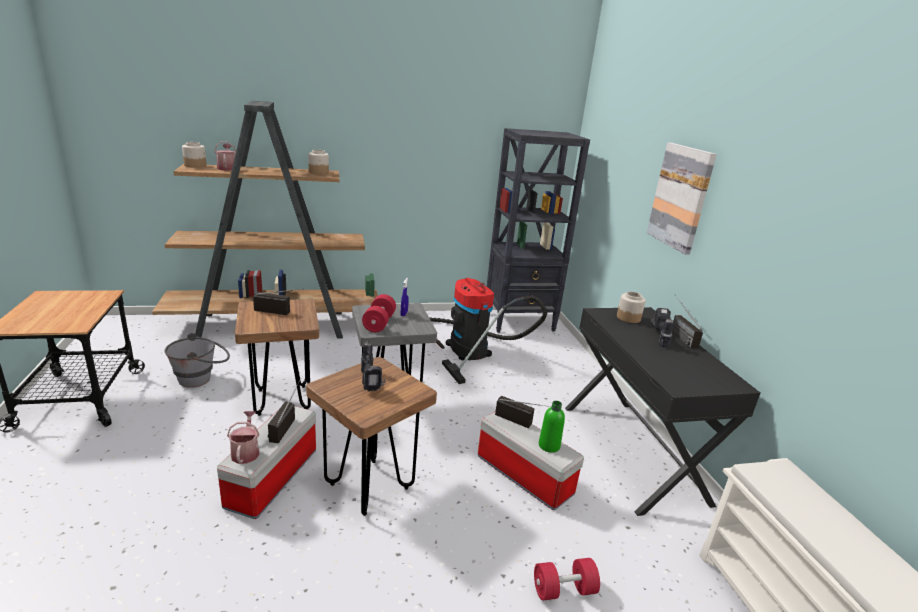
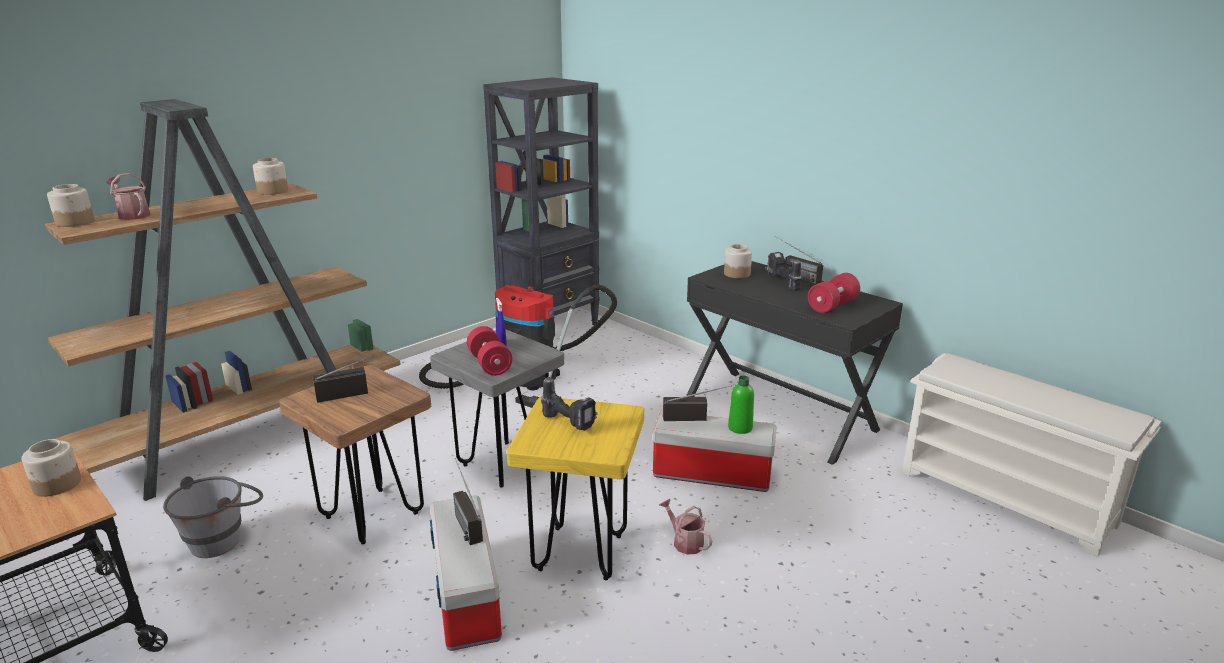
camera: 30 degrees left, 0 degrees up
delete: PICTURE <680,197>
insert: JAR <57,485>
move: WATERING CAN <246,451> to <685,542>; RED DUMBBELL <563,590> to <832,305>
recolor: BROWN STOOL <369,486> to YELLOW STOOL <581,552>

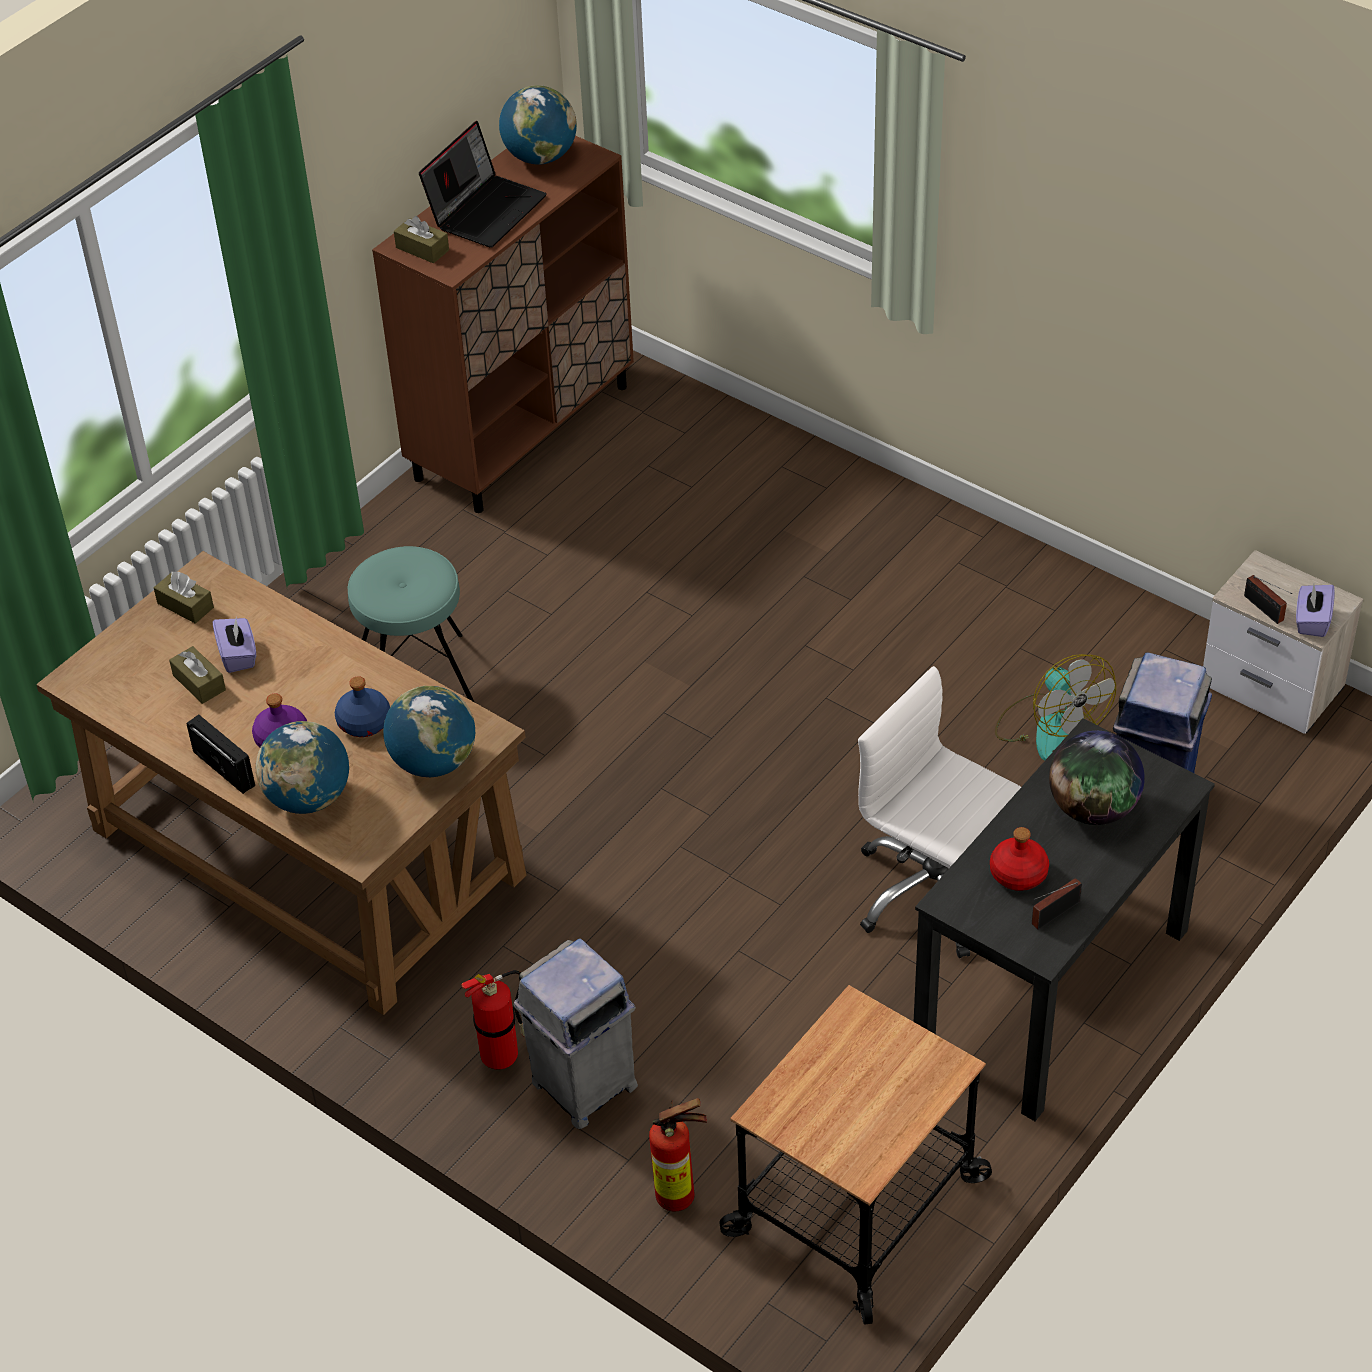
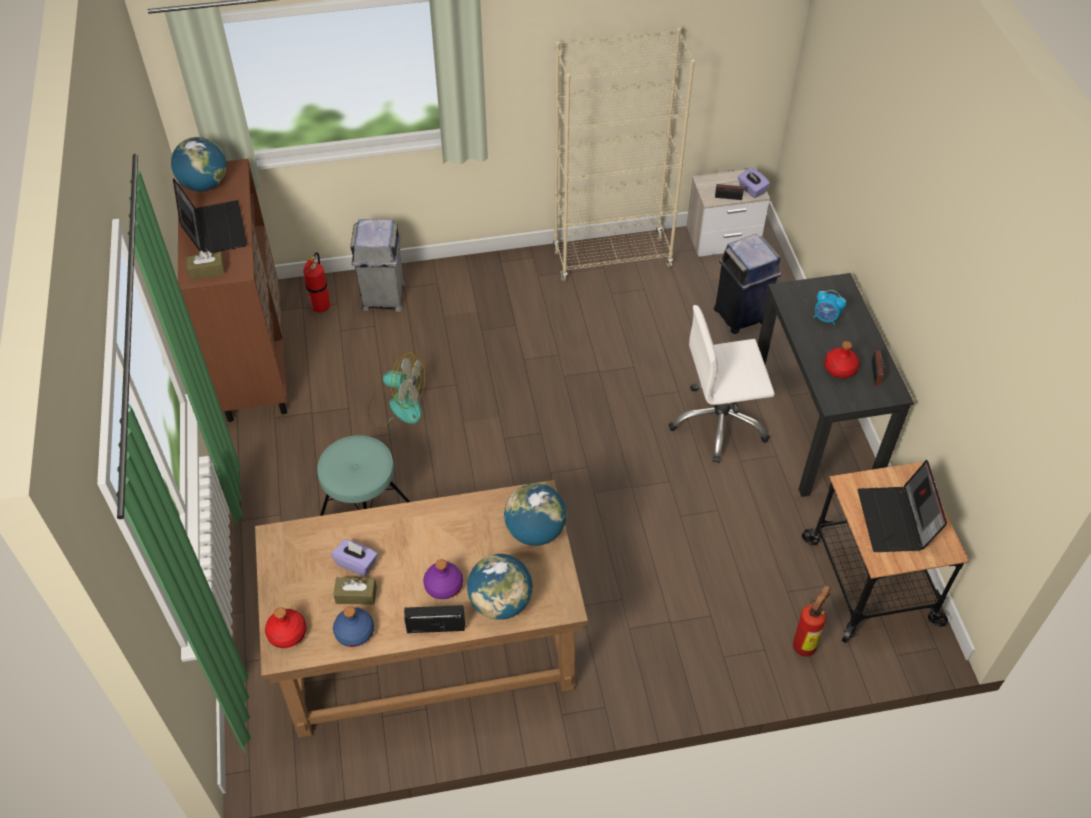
camera: 50 degrees left, 5 degrees up
delete: BROWN TISSUE BOX <185,605>
insert: RED BOTTLE <287,633>; BEIGE BOOKCASE <612,259>; LAPTOP <896,521>
move: BLUE BOTTLE <364,723> to <355,632>; FIRE EXTINGUISHER <504,1056> to <322,306>; GREY TRASH CAN <582,1086> to <383,298>; FAN <1050,728> to <397,406>
replace: GLOBE <1093,808> to ALARM CLOCK <826,318>

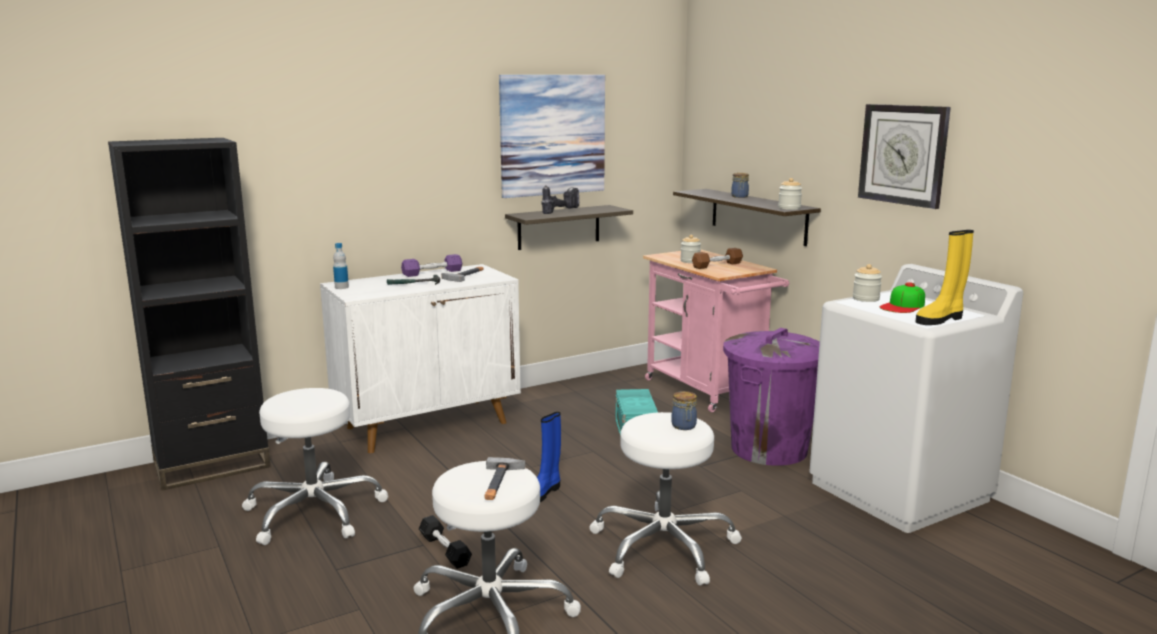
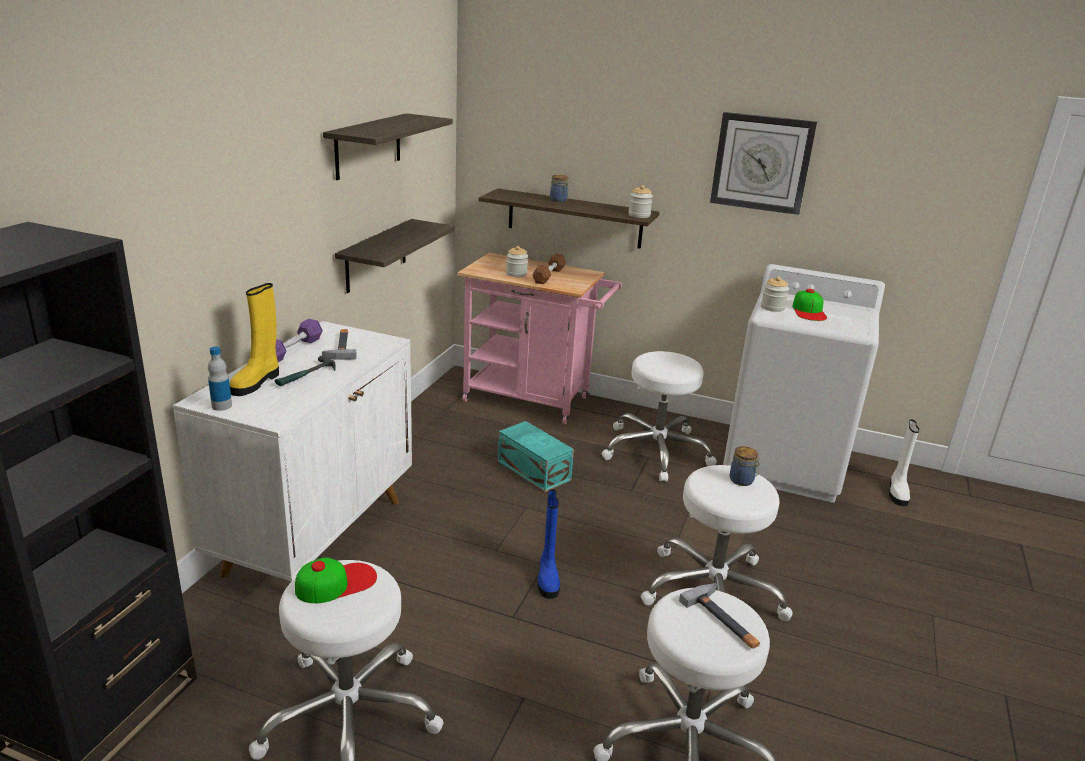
camera: 40 degrees left, 10 degrees up
delete: BLACK DUMBBELL <444,550>; POWER DRILL <560,211>
insert: CAP <336,583>; WHITE BOOT <897,492>
move: YELLOW BOOT <940,319> to <256,382>
replace: PICTURE <552,135> to SHELF <368,145>; PURPLE TRASH CAN <769,449> to WHITE STOOL <656,451>

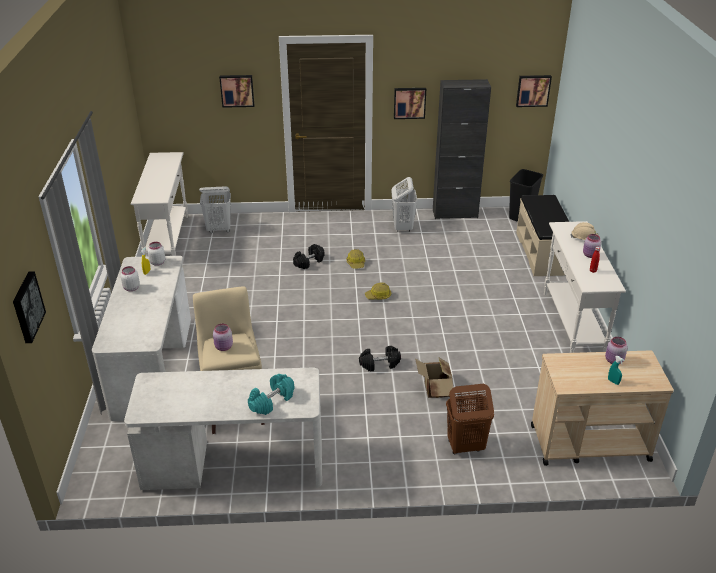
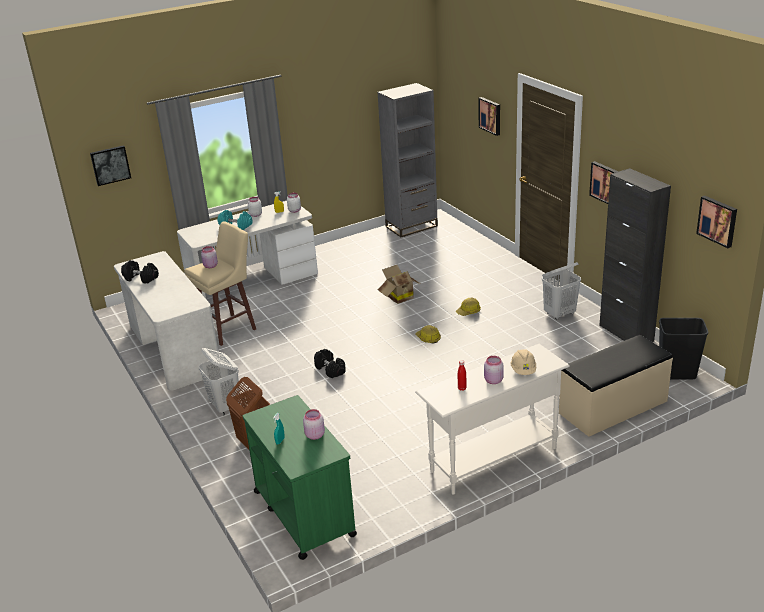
camera: 65 degrees right, 5 degrees down
move: WHITE LAUNDRY BASKET <219,229> to <225,406>; TURQUOISE DUMBBELL <272,401> to <236,226>; BLACK DUMBBELL <309,262> to <141,278>; CARDBOARD BOX <435,391> to <398,297>
replace: WHITE CONSOLE TABLE <168,239> to GREY BOOKCASE <411,226>
recolor: BEIGE CART <588,443> to GREEN CART <303,512>

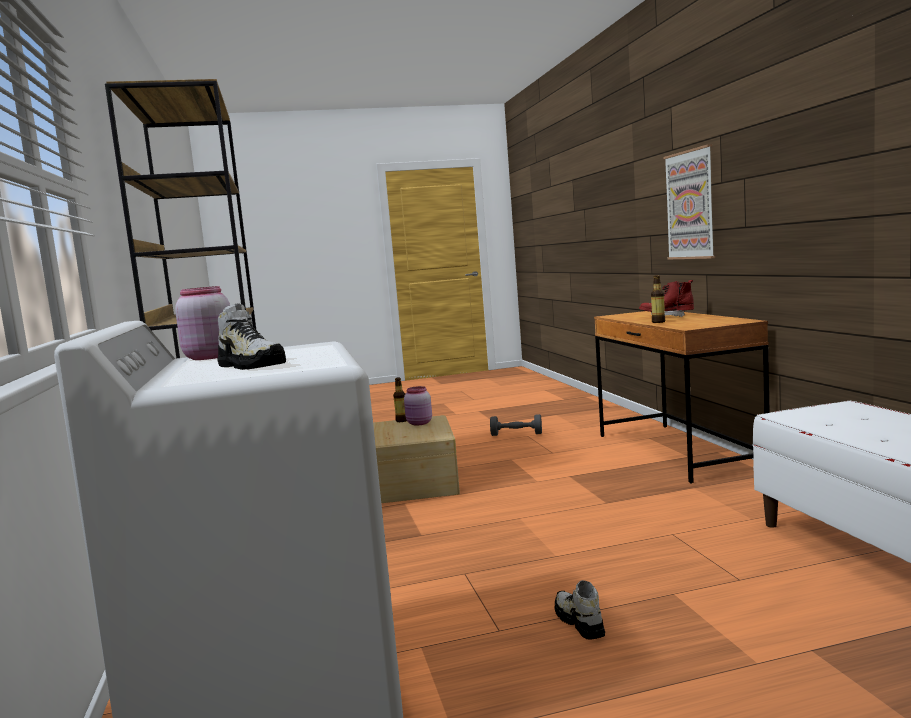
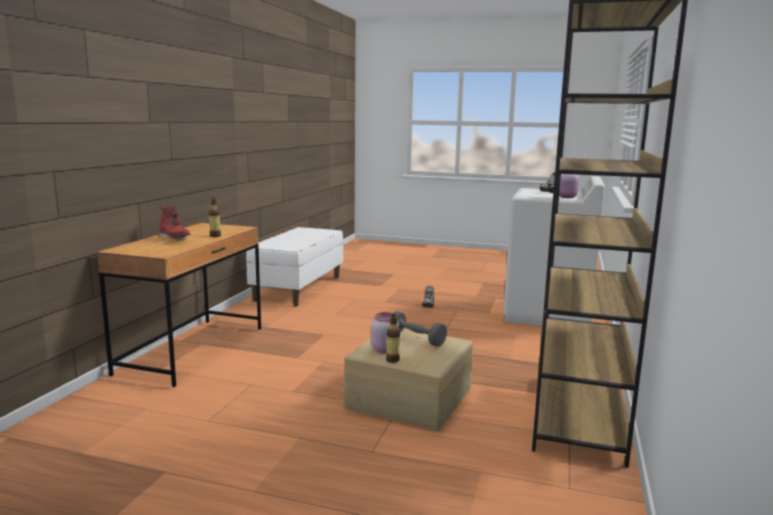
camera: 150 degrees left, 5 degrees up
delete: PICTURE <690,205>
move: GREY DUMBBELL <516,434> to <416,339>

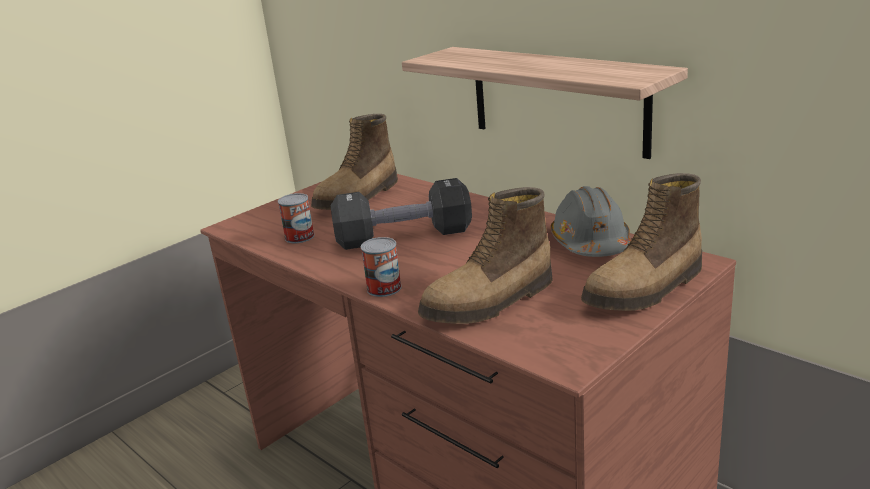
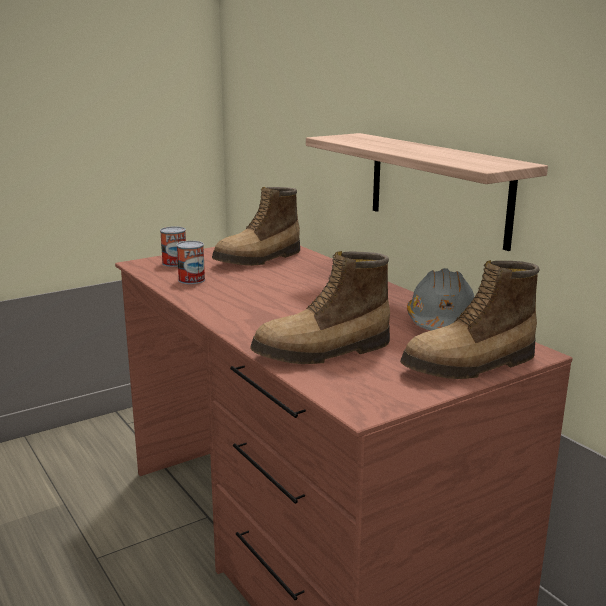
camera: 10 degrees right, 5 degrees down
delete: BLACK DUMBBELL <404,236>
move: CAN <384,288> to <174,263>

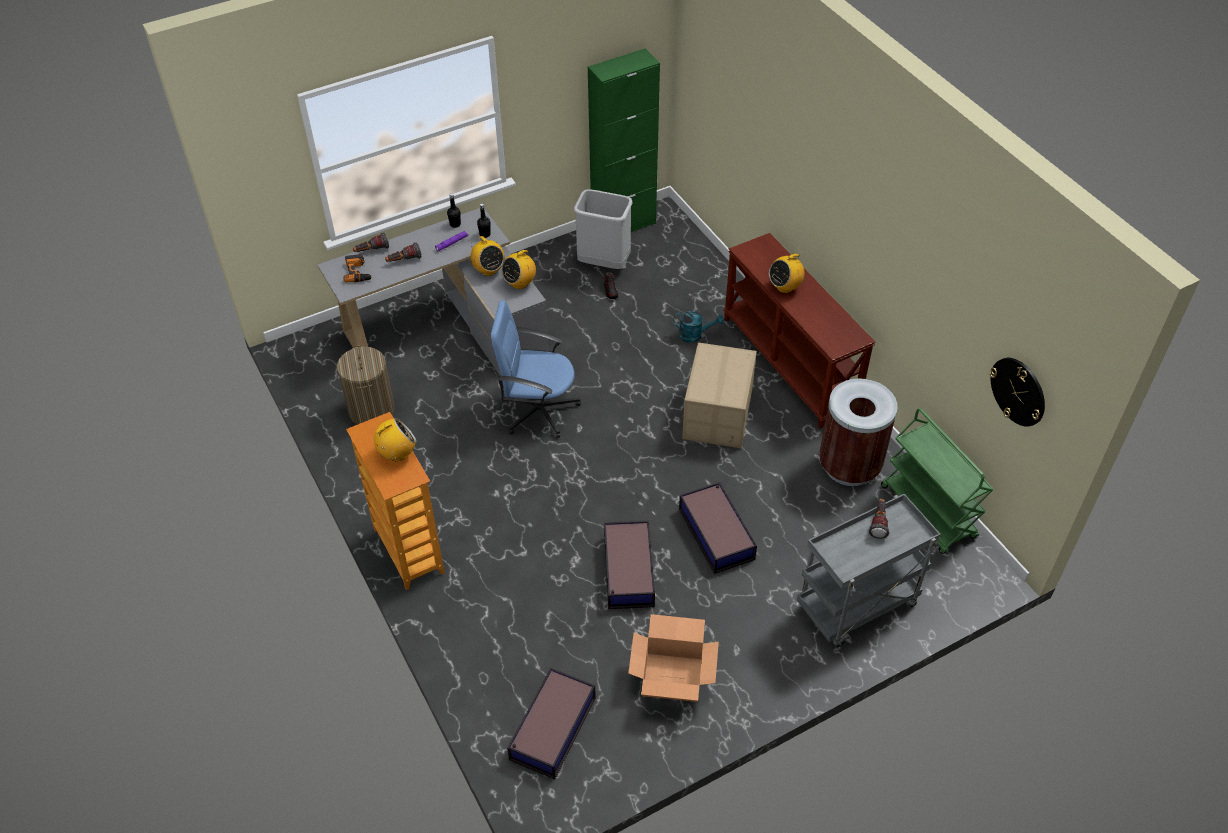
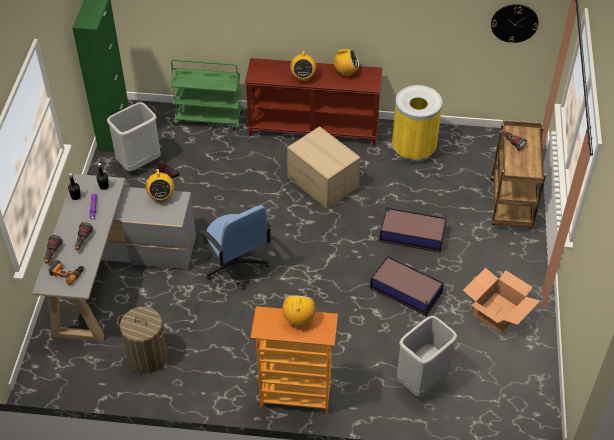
camera: 55 degrees left, 0 degrees up
delete: STORAGE BOX <551,729>; TURQUOISE WATERING CAN <695,335>
insert: GREY TRASH CAN <422,381>
move: RADIO <488,270> to <346,72>; GREEN CART <928,512> to <209,118>
recolor: GREY CART <856,607> to BROWN CART <511,205>; BROWN TRASH CAN <849,466> to YELLOW TRASH CAN <413,149>
rotate: BLUE OFFICE CHAIR <538,410> = <236,266> 75 degrees counterclockwise

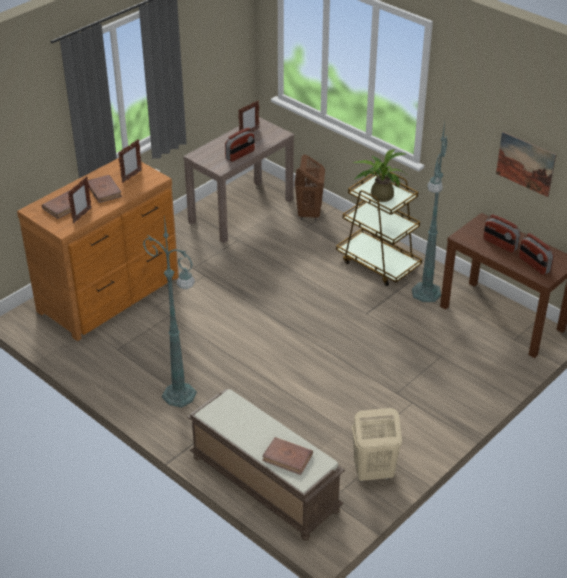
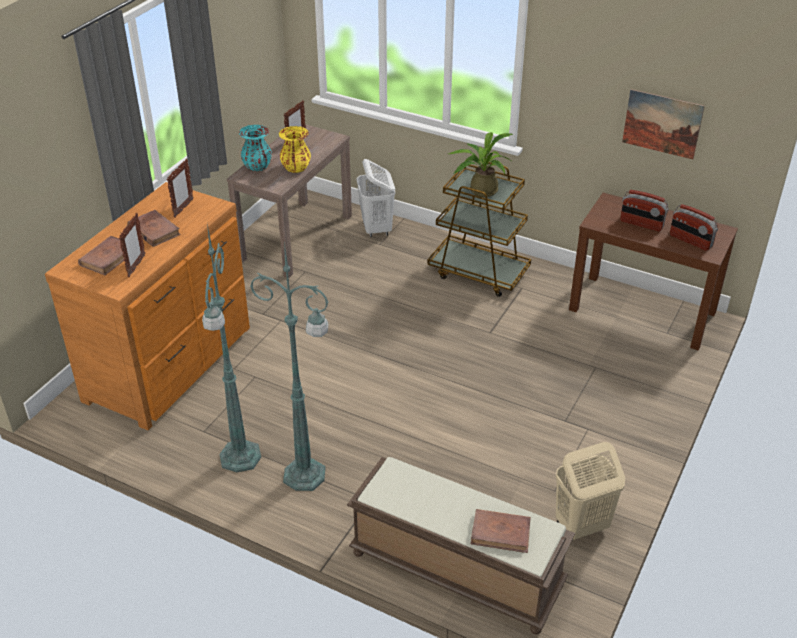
camera: 15 degrees left, 0 degrees up
insert: TURQUOISE VASE <257,166>
move: GREEN FLOOR LAMP <425,294> to <239,458>
replace: RADIO <240,155> to YELLOW VASE <296,168>
recolor: BROWN LAUNDRY BASKET <309,213> to WHITE LAUNDRY BASKET <377,229>

